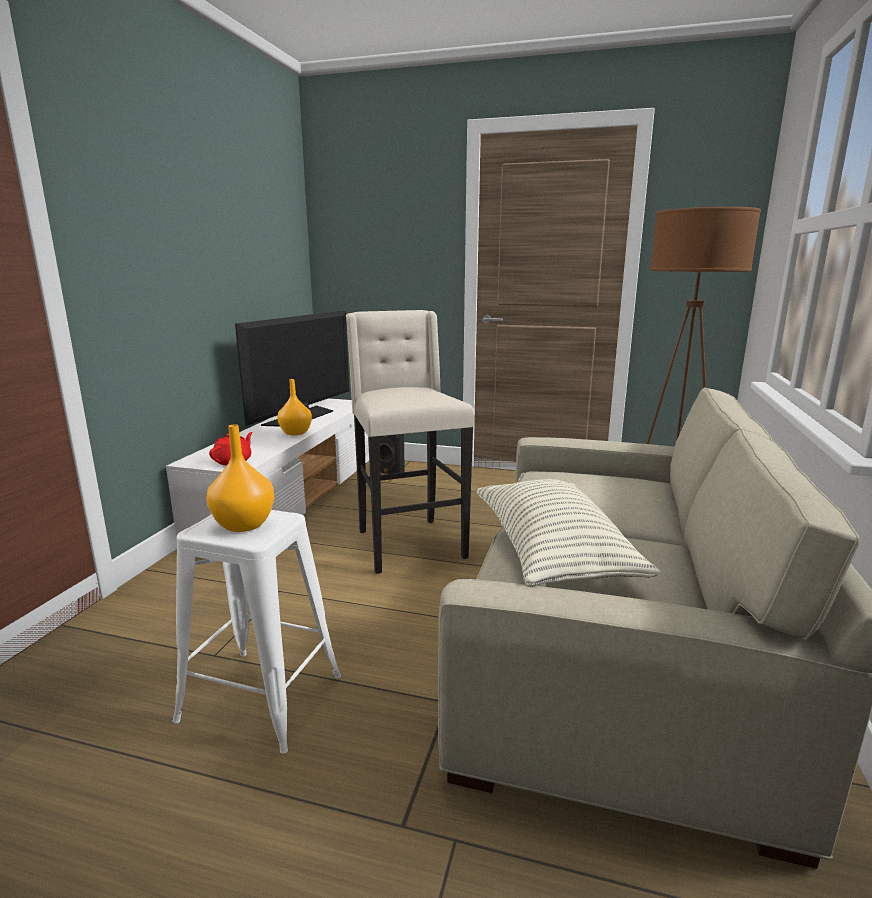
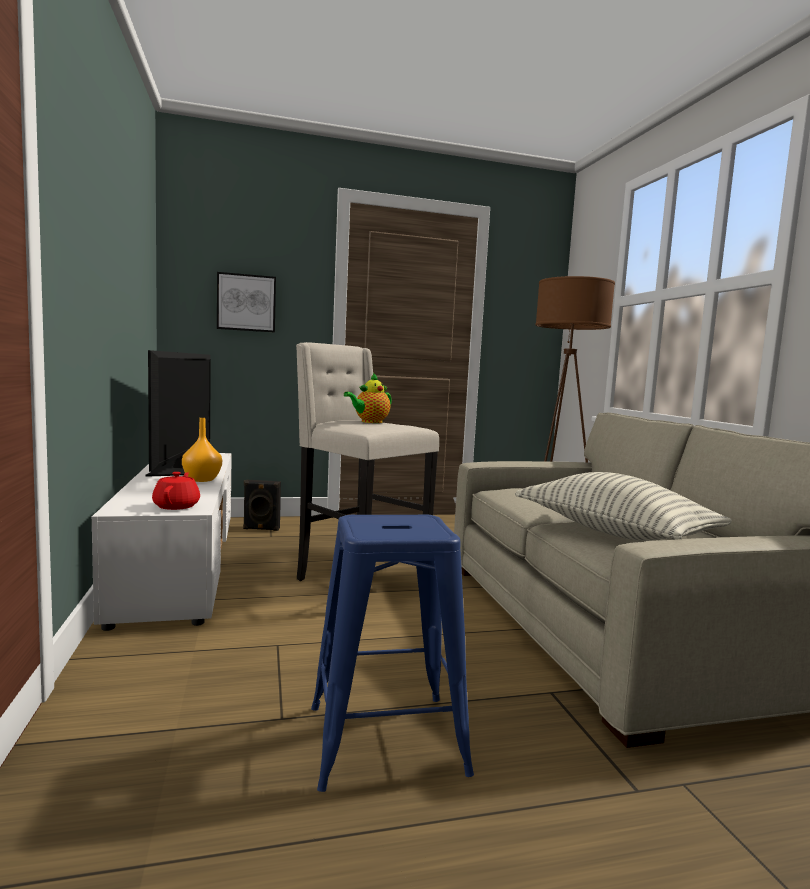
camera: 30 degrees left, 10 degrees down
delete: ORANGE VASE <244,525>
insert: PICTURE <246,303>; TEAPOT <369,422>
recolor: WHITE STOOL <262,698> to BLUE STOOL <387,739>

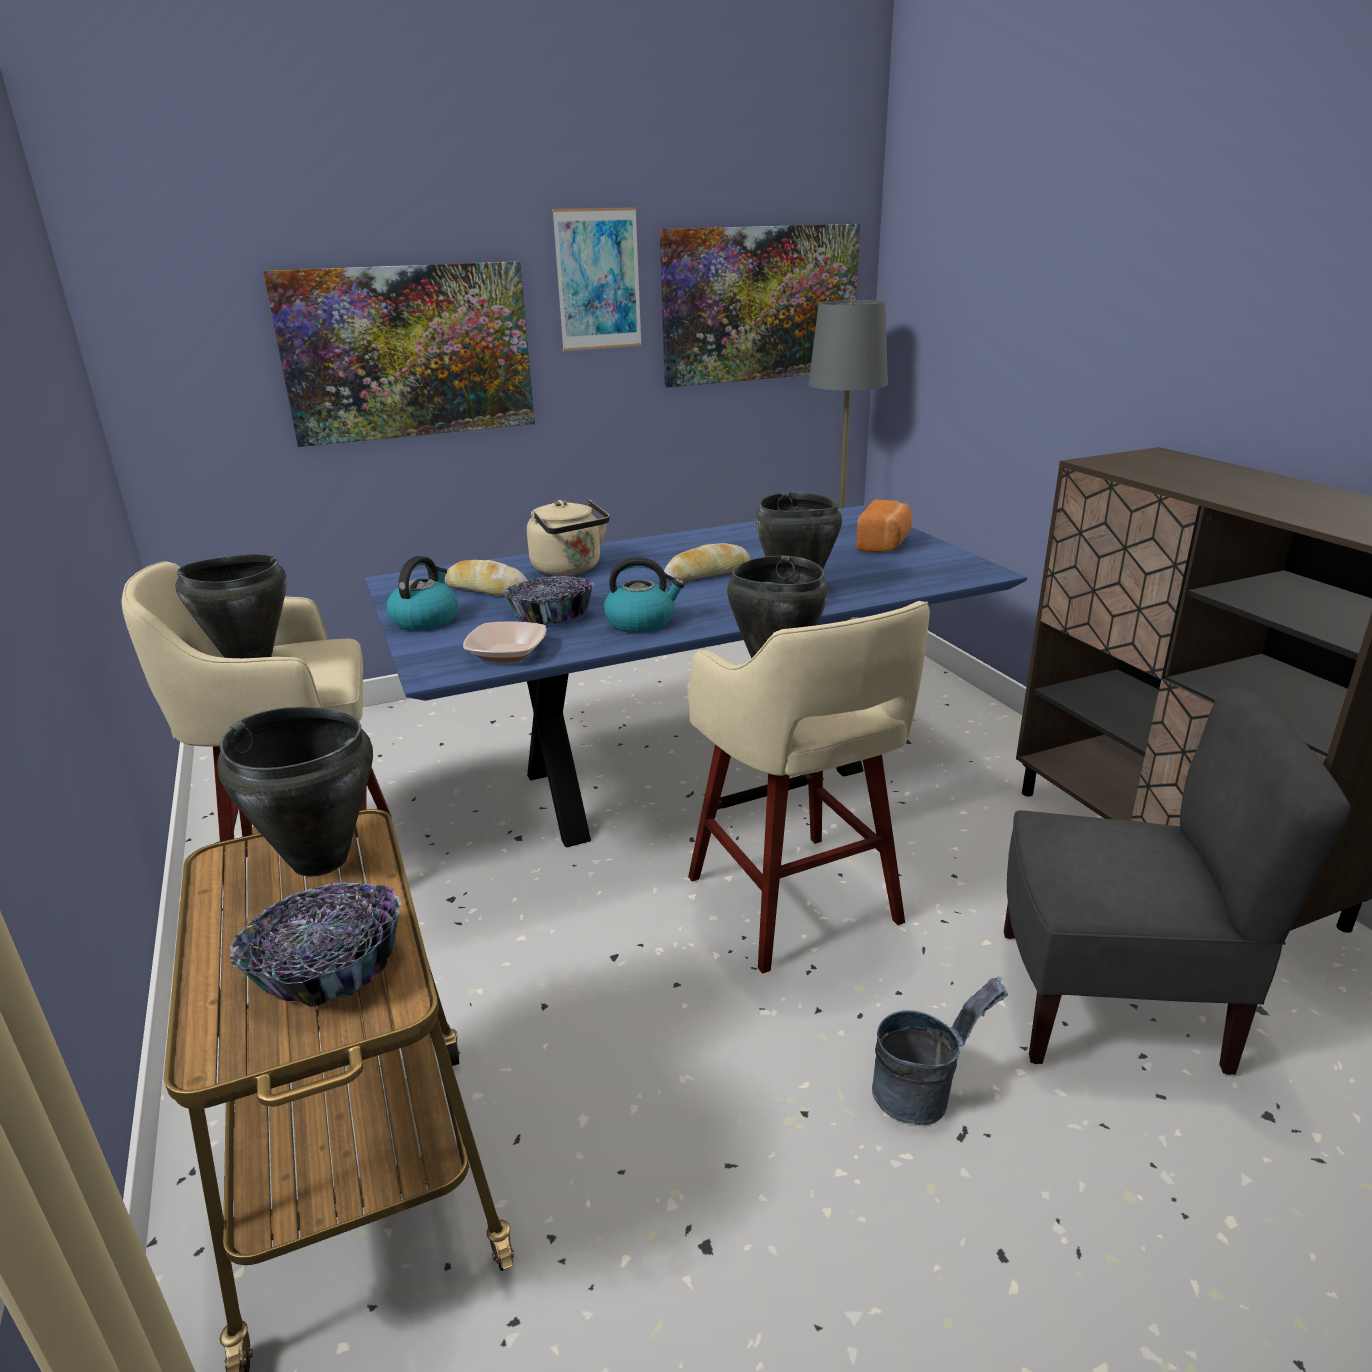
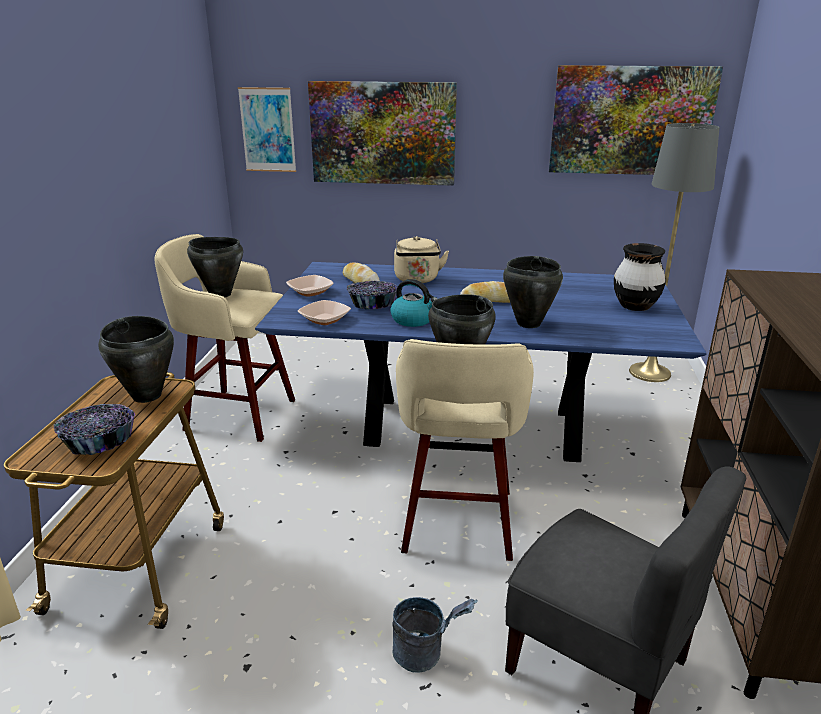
camera: 30 degrees right, 0 degrees up
move: PICTURE <598,280> to <268,130>
replace: KETTLE <425,620> to BOWL <310,291>; BREAD <885,544> to BLACK VASE <635,306>

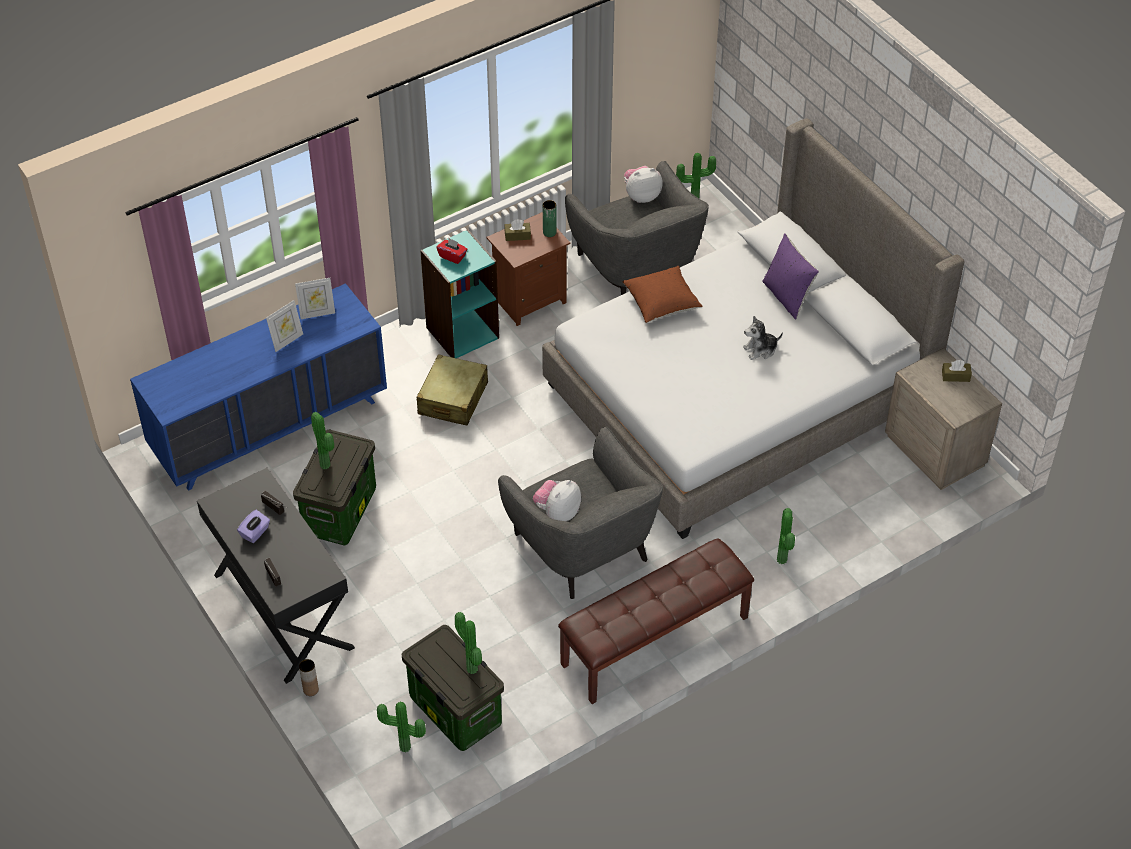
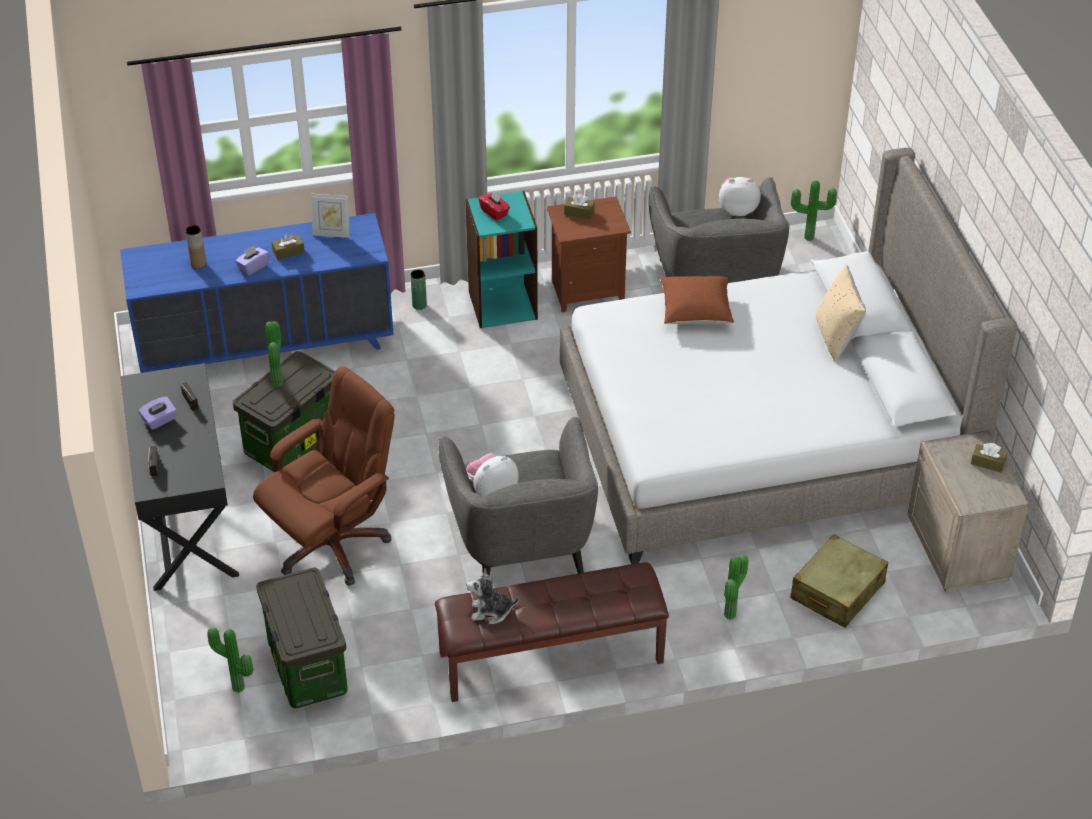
camera: 20 degrees right, 5 degrees down
delete: POTTED PLANT <470,670>
insert: PURPLE TISSUE BOX <253,267>; BROWN OFFICE CHAIR <332,544>
move: BROWN VASE <311,689> to <198,263>; BEIGE SUITCASE <452,399> to <837,591>; GREEN VASE <549,232> to <419,305>; PLUSH TOY <760,350> to <491,611>
replace: PICTURE FRAME <287,341> to BROWN TISSUE BOX <288,252>
recolor: PURPLE PILLOW <787,297> to BEIGE PILLOW <836,337>

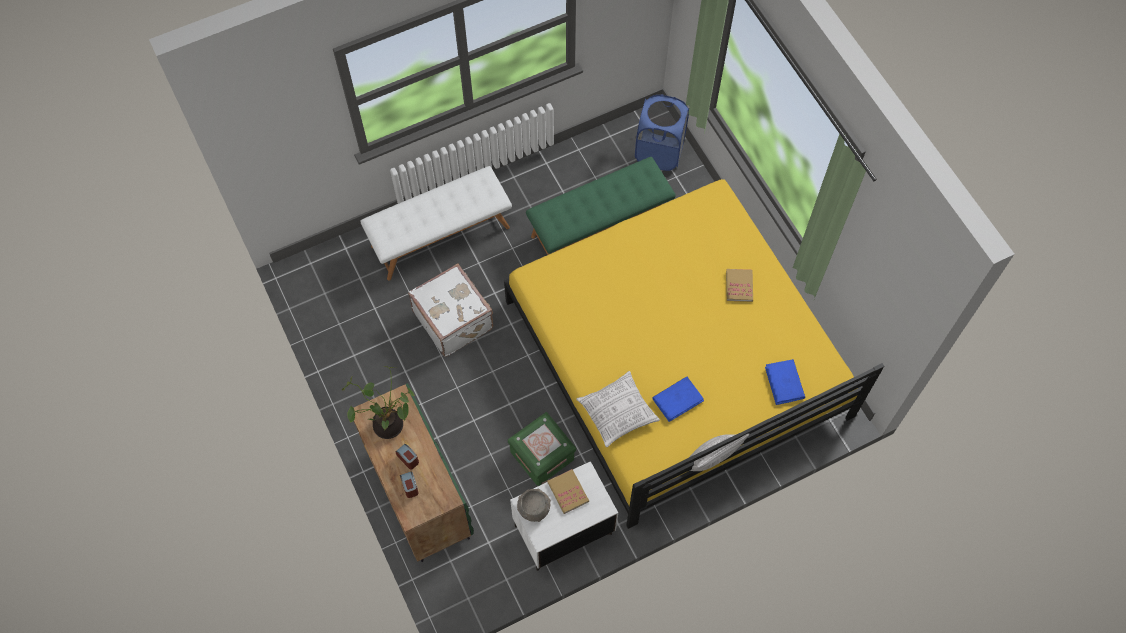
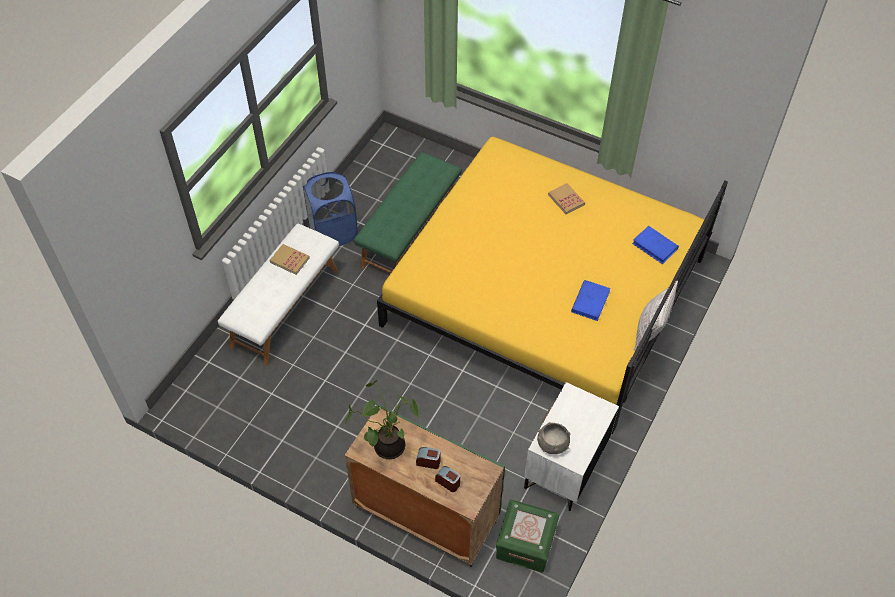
camera: 35 degrees left, 10 degrees down
delete: WHITE SUITCASE <454,319>; PILLOW <617,413>
move: GREEN STORAGE BOX <542,455> to <525,543>; BOOK <568,492> to <289,260>; BLUE LAUNDRY BASKET <659,152> to <333,232>

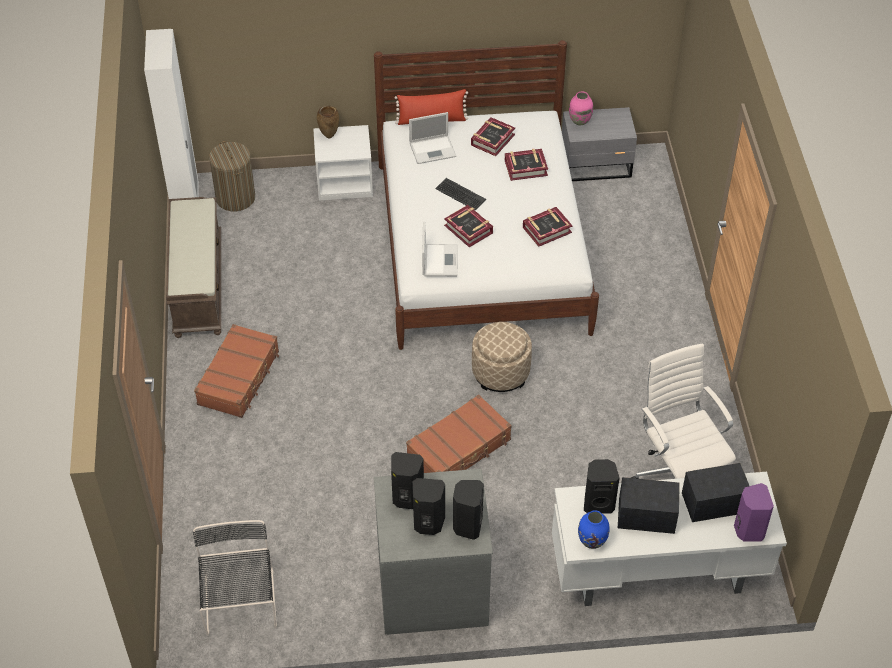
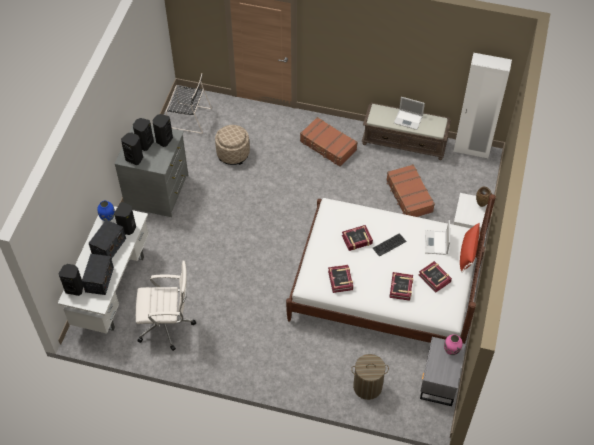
camera: 110 degrees right, 5 degrees up
move: LAUNDRY BASKET <235,198> to <367,386>; BROWN SUITCASE <459,448> to <409,196>; LAPTOP <439,260> to <408,119>; BEIGE OTTOMAN <500,372> to <233,153>
recolor: PURPLE SPEAKER <748,530> to BLACK SPEAKER <75,288>

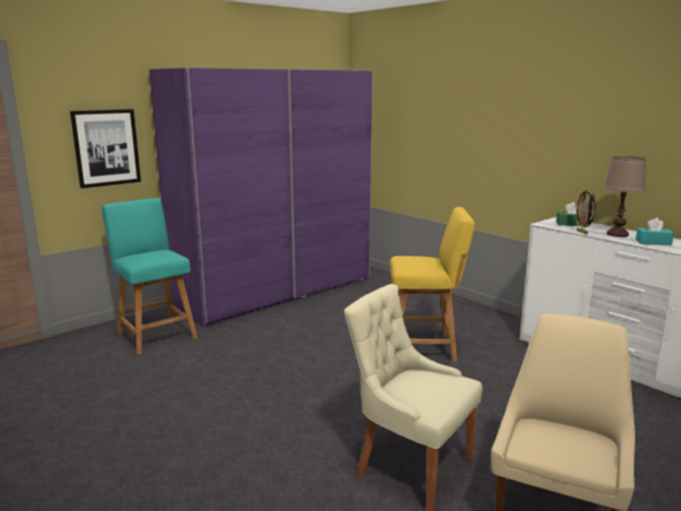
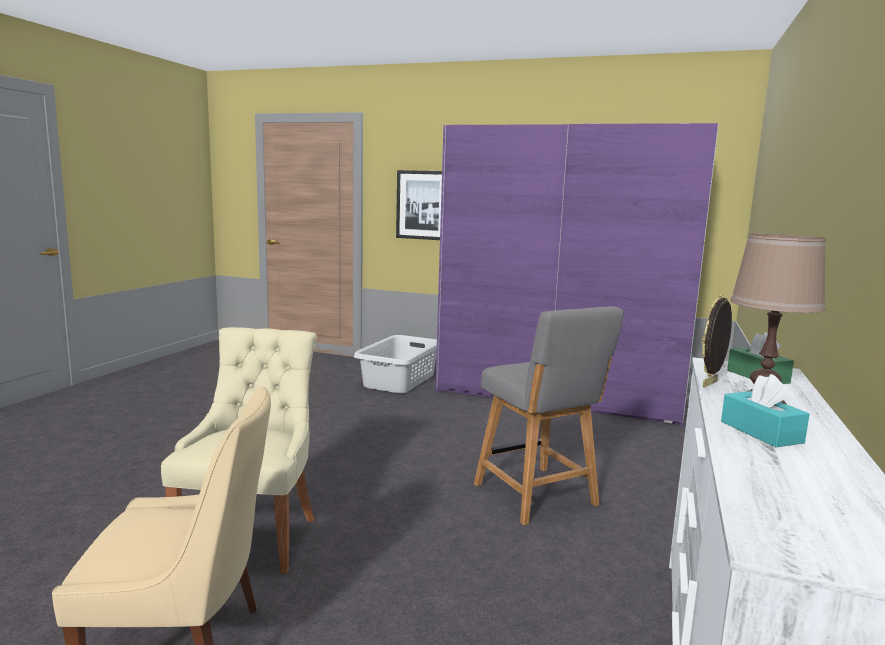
camera: 60 degrees right, 5 degrees down
replace: TURQUOISE CHAIR <155,334> to GREY LAUNDRY BASKET <400,380>
recolor: YELLOW CHAIR <425,347> to GREY CHAIR <538,497>

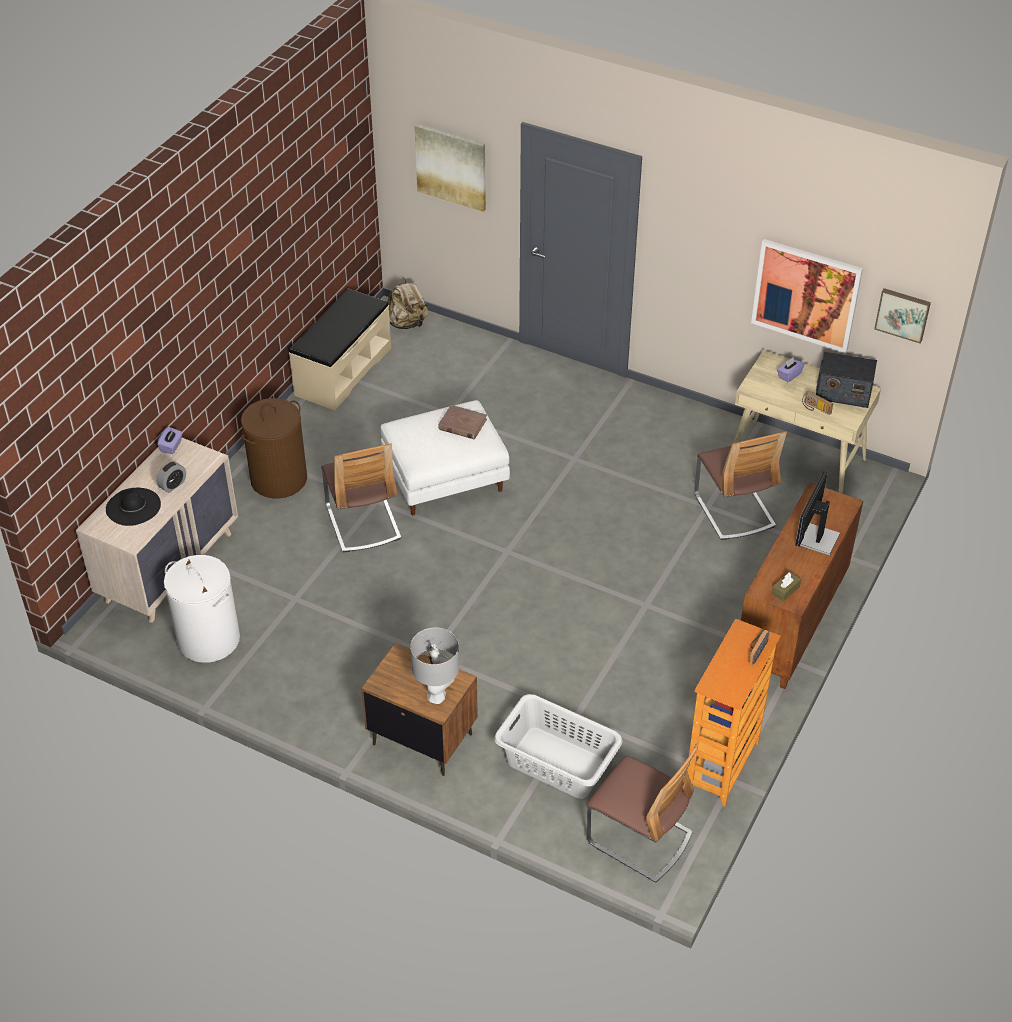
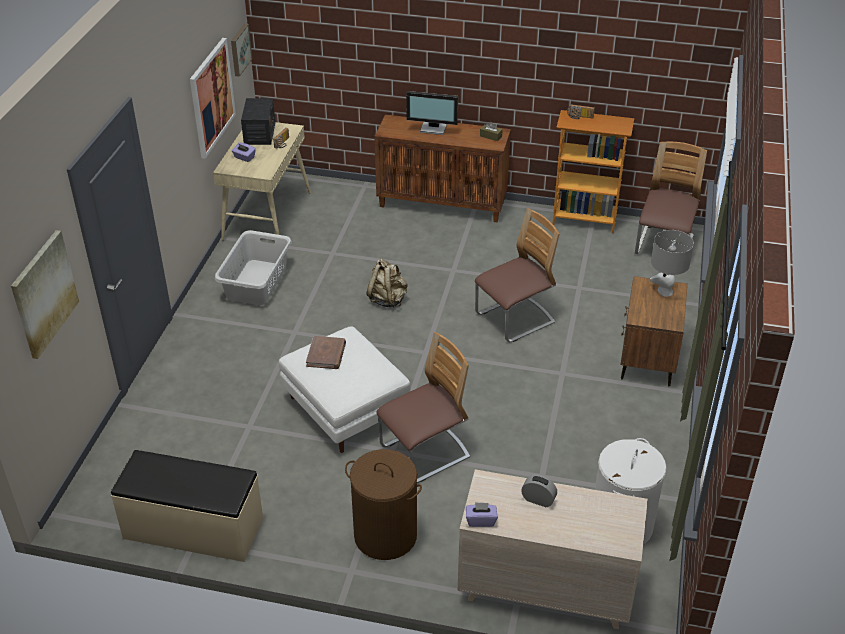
camera: 105 degrees left, 5 degrees down
delete: BLACK HAT <133,506>
move: BEIGE BACKPACK <407,323> to <387,299>; GREY LAUNDRY BASKET <557,762> to <255,282>; CHAIR <734,510> to <515,319>

